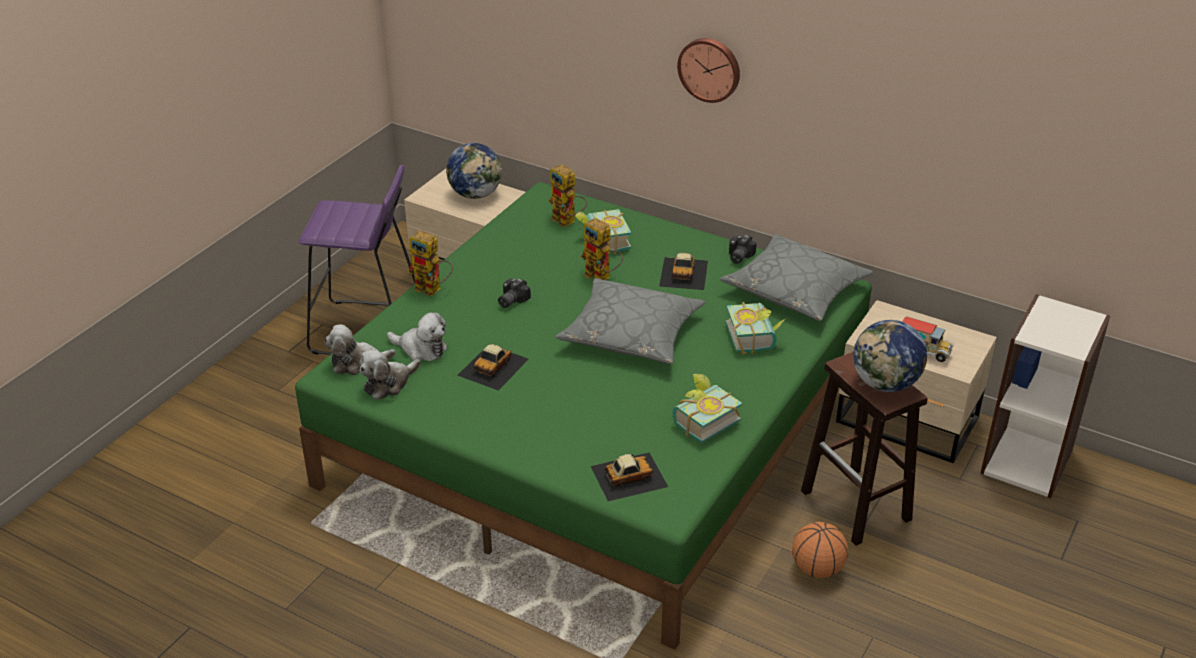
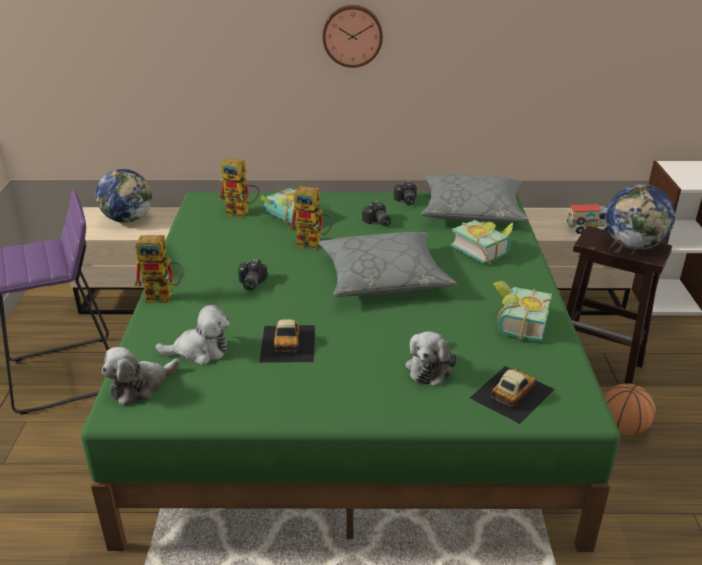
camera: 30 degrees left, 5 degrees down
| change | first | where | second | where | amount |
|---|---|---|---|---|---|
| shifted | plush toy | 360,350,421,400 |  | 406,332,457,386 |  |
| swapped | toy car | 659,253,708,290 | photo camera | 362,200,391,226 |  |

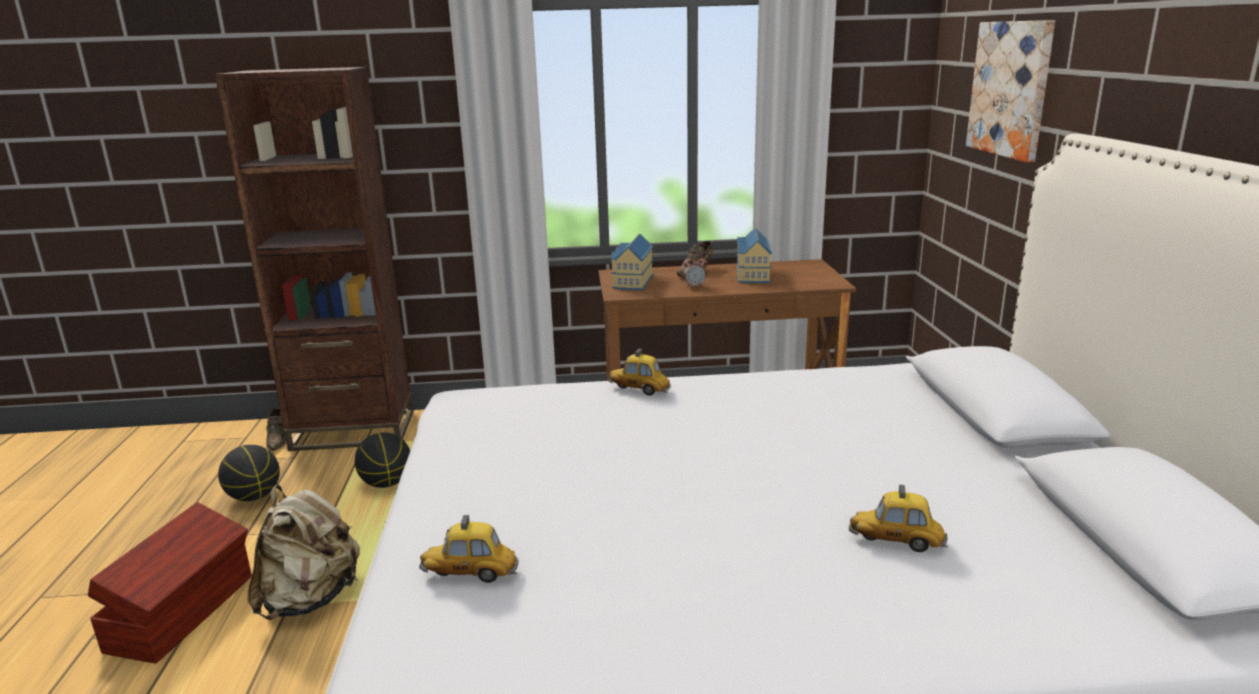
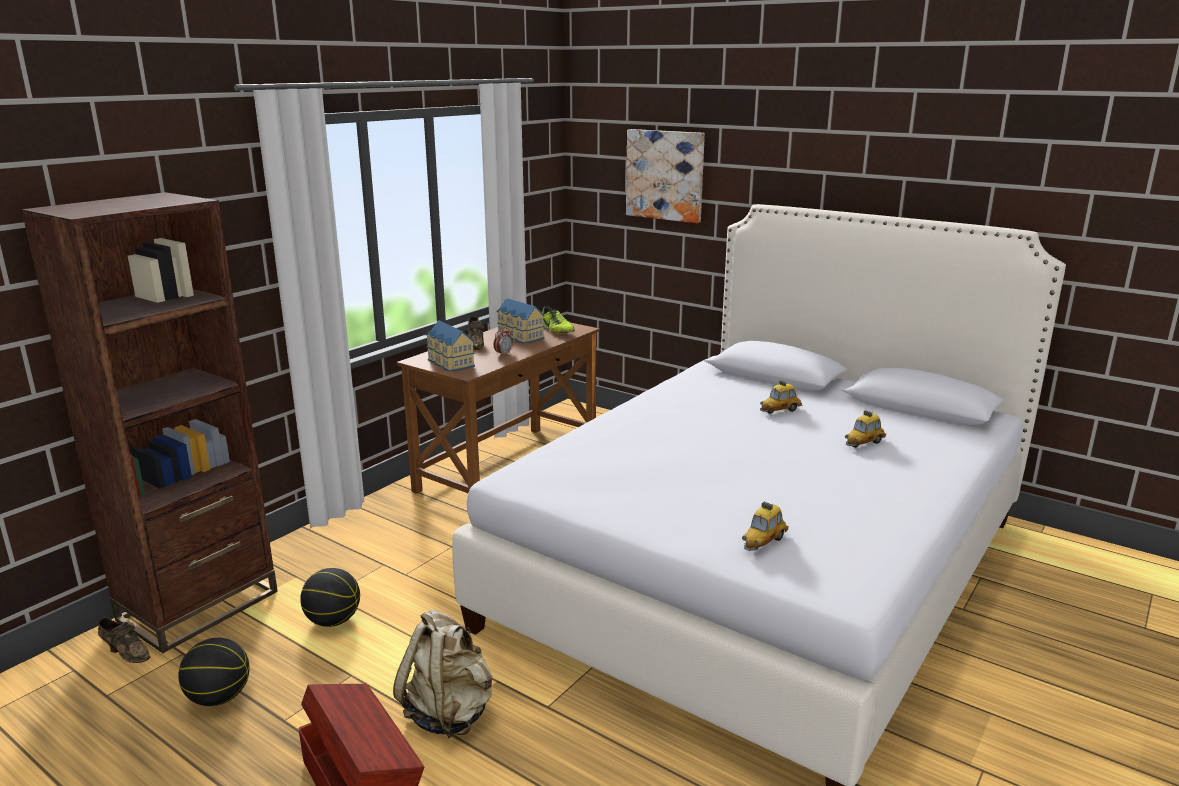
camera: 50 degrees left, 0 degrees up
| change | first | where | second | where | amount |
|---|---|---|---|---|---|
| new |  |  | shoe | 542,306,575,334 |  |
| shifted | toy car | 608,349,671,396 |  | 760,380,802,414 |  |

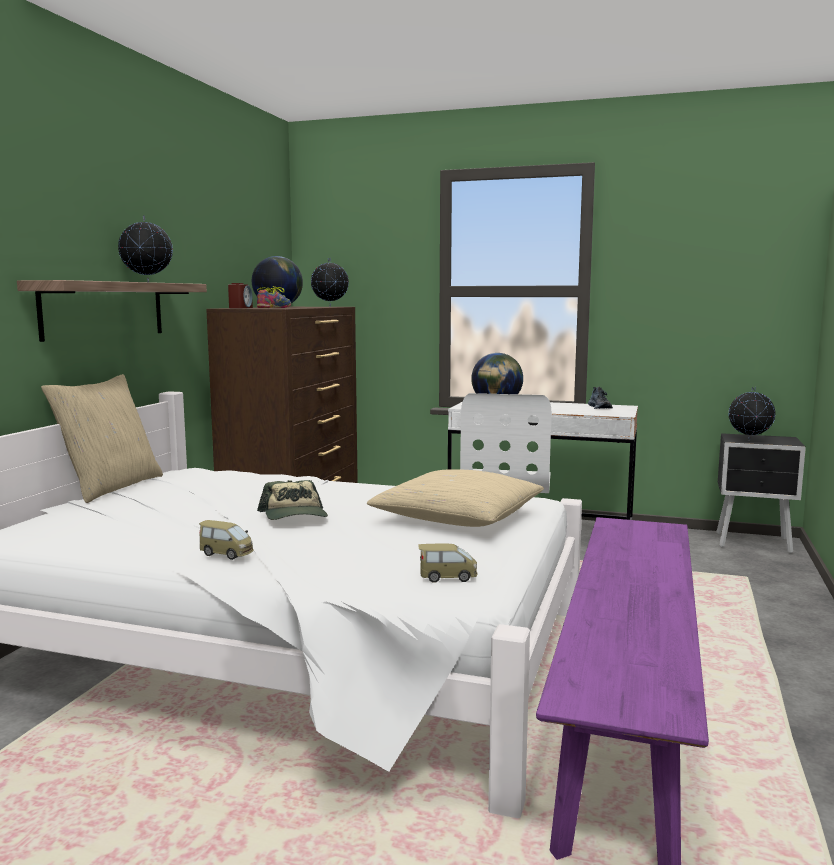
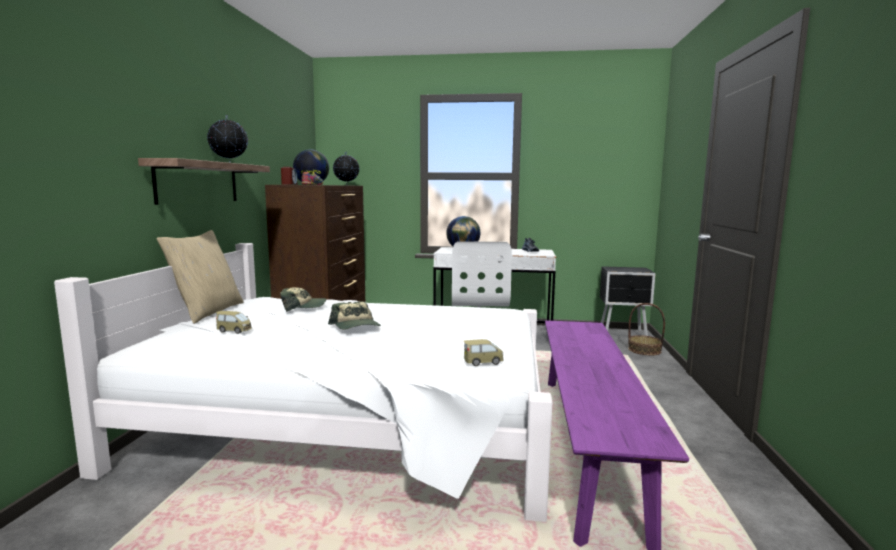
camera: 10 degrees left, 0 degrees up
| change | first | where | second | where | amount |
|---|---|---|---|---|---|
| gone | pillow/beige | 366,469,544,527 |  |  |  |
| gone | globe | 729,387,776,441 |  |  |  |
| new |  |  | cap | 280,287,326,312 |  |
| new |  |  | basket | 628,303,665,355 |  |
| shifted | toy car | 199,520,254,560 |  | 216,311,252,334 |  |

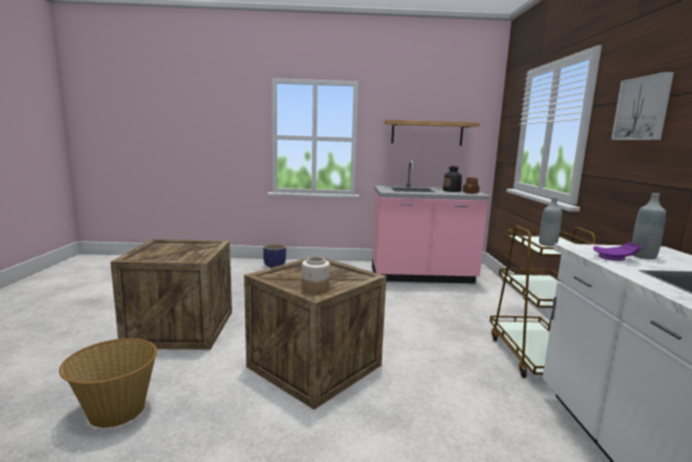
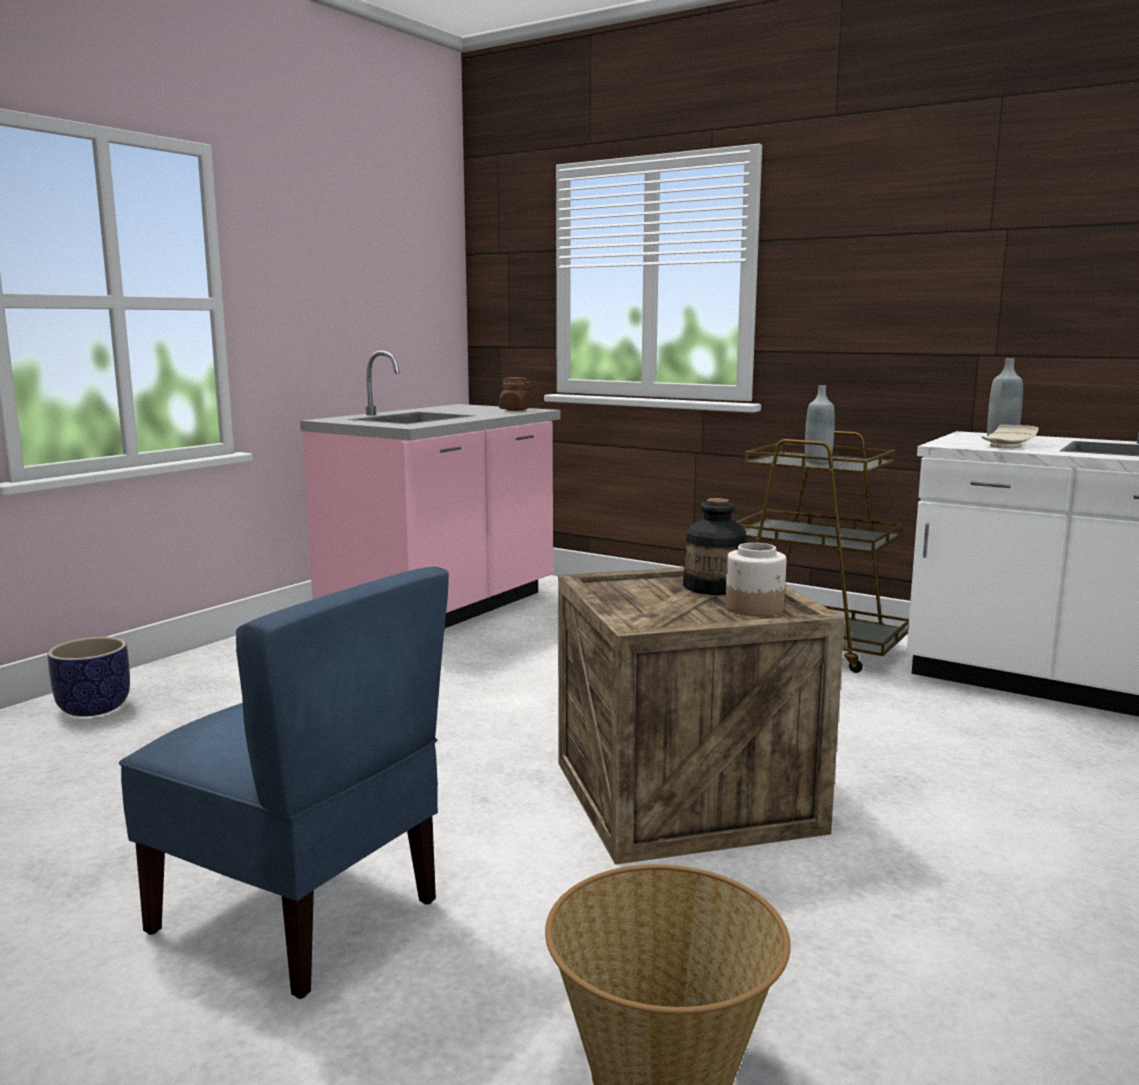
camera: 55 degrees left, 0 degrees up
| change | first | where | second | where | amount |
|---|---|---|---|---|---|
| gone | shelf | 384,120,480,146 |  |  |  |
| gone | picture | 611,72,674,140 |  |  |  |
| shifted | bottle | 443,166,462,192 |  | 683,498,746,595 |  |
| swapped | crate | 110,239,232,350 | chair/blue | 119,567,449,999 |  |
| repainted | plate/purple | 593,242,641,261 | plate/beige | 981,425,1038,449 |  |

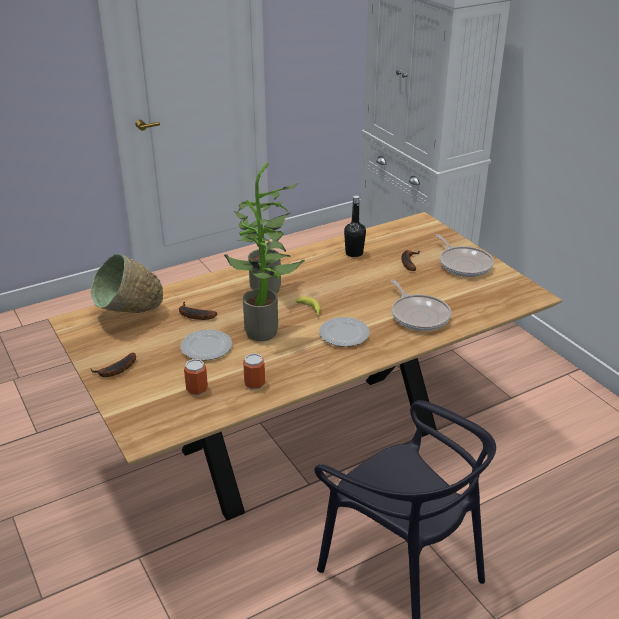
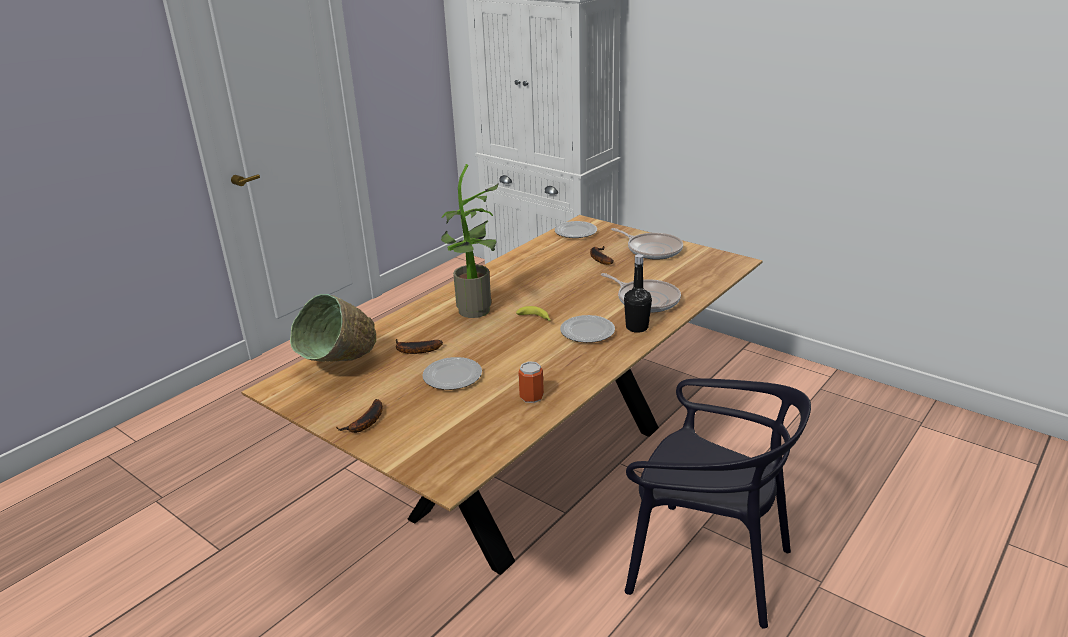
camera: 20 degrees left, 5 degrees down
| change | first | where | second | where | amount |
|---|---|---|---|---|---|
| gone | can | 184,359,208,396 |  |  |  |
| gone | potted plant | 224,200,305,341 |  |  |  |
| new |  |  | plate | 554,221,597,238 |  |
| shifted | bottle/black | 344,196,366,257 |  | 624,254,652,333 |  |

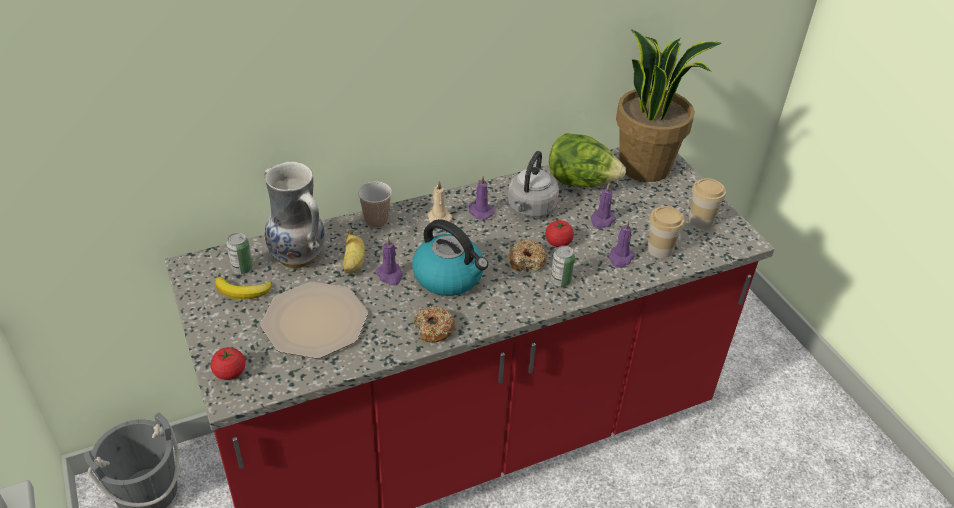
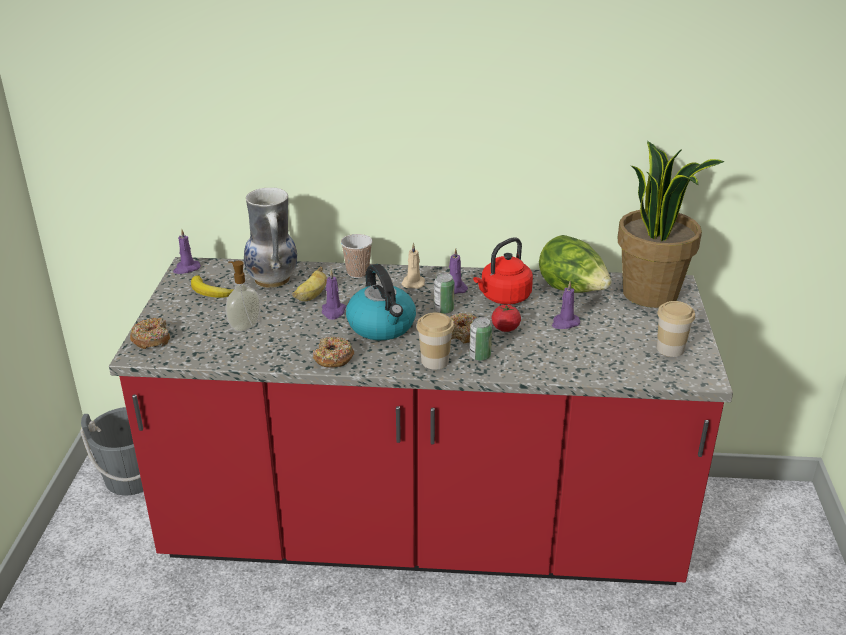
camera: 30 degrees right, 10 degrees down
| change | first | where | second | where | amount |
|---|---|---|---|---|---|
| shifted | can | 226,233,253,274 |  | 434,273,455,314 |  |
| shifted | candle/purple | 609,221,635,268 |  | 173,229,201,274 |  |
| shifted | cup | 647,206,684,258 |  | 417,312,454,369 |  |
| swapped | tomato | 210,347,246,380 | donut | 130,318,170,349 |  |
| swapped | plate | 261,282,368,359 | soap dispenser | 225,261,261,332 |  |
| repainted | kettle/grey | 508,151,559,217 | kettle/red | 473,237,533,305 |  |

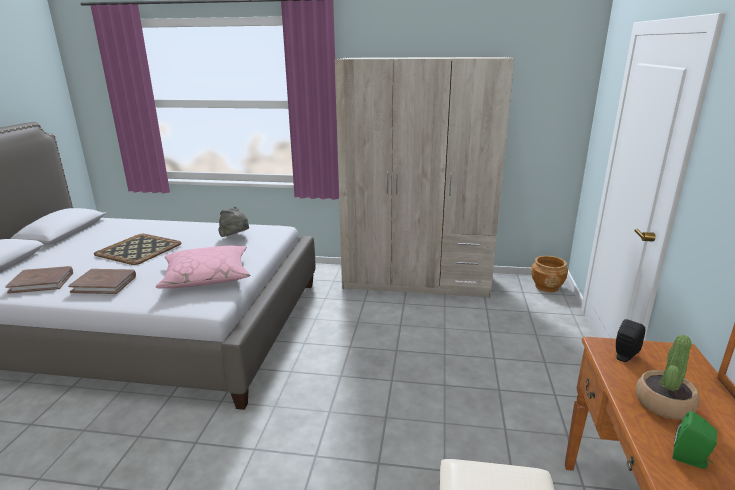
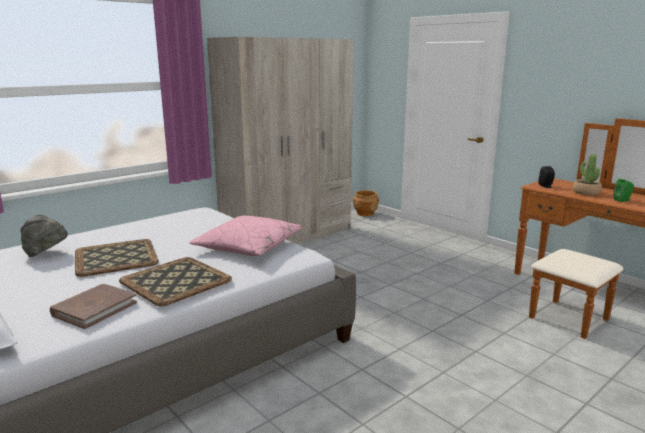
camera: 50 degrees left, 5 degrees down
| change | first | where | second | where | amount |
|---|---|---|---|---|---|
| shifted | hat/grey | 218,207,249,237 |  | 20,215,68,257 |  |
| swapped | book/brown | 68,269,136,294 | tray | 119,257,232,306 |  |

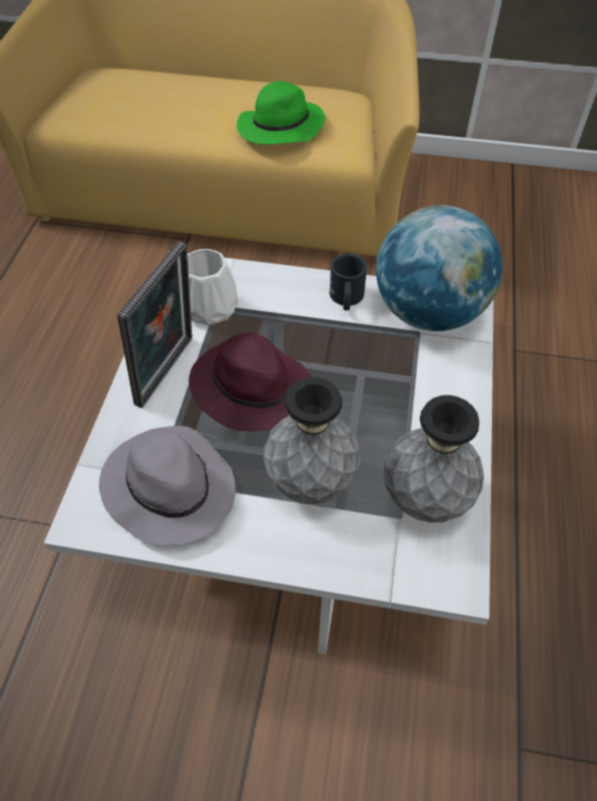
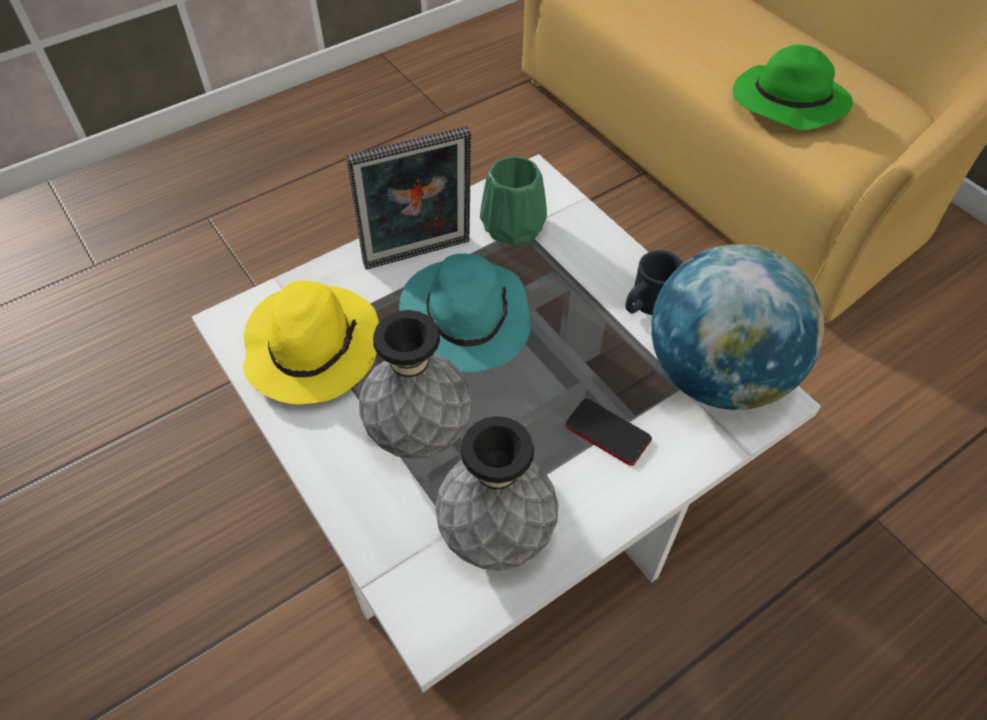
camera: 45 degrees right, 0 degrees up
| change | first | where | second | where | amount |
|---|---|---|---|---|---|
| new |  |  | phone | 565,399,652,466 |  |
| repainted | hat/grey | 99,426,236,545 | hat/yellow | 243,280,379,405 |  |
| repainted | vase/white | 188,249,238,325 | vase/green | 480,156,547,246 |  |
| repainted | hat/purple | 189,333,311,432 | hat/turquoise | 399,254,531,372 |  |

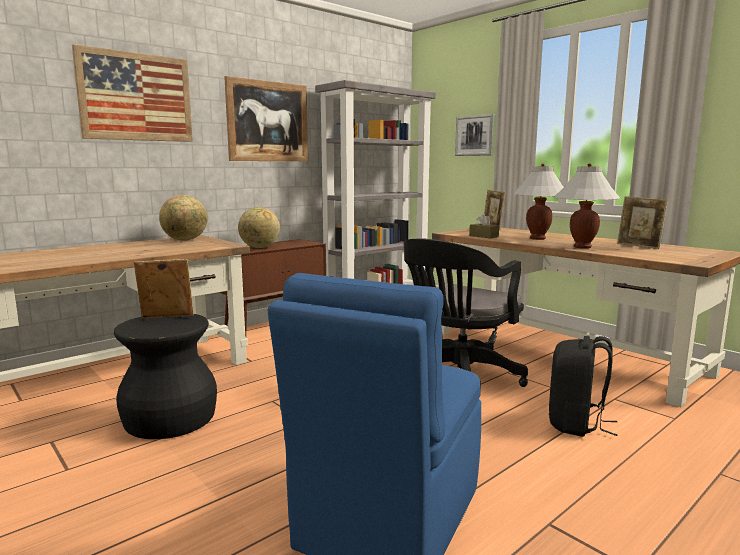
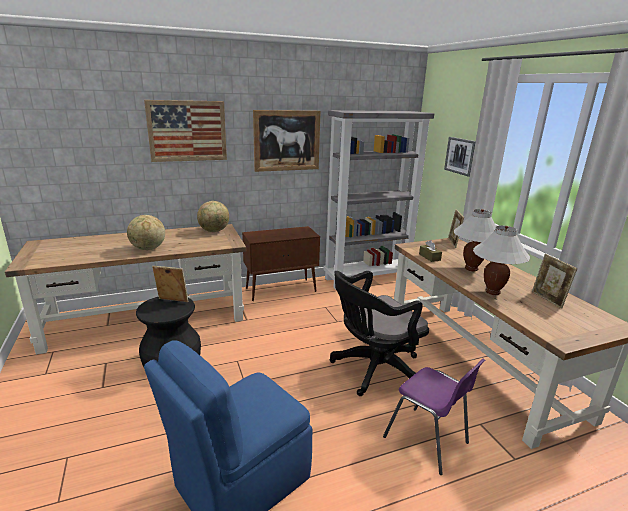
camera: 20 degrees right, 10 degrees up
| change | first | where | second | where | amount |
|---|---|---|---|---|---|
| shifted | globe | 238,207,280,248 |  | 127,215,165,250 |  |
| swapped | backpack/black | 549,336,618,437 | chair/purple | 383,359,486,475 |  |

